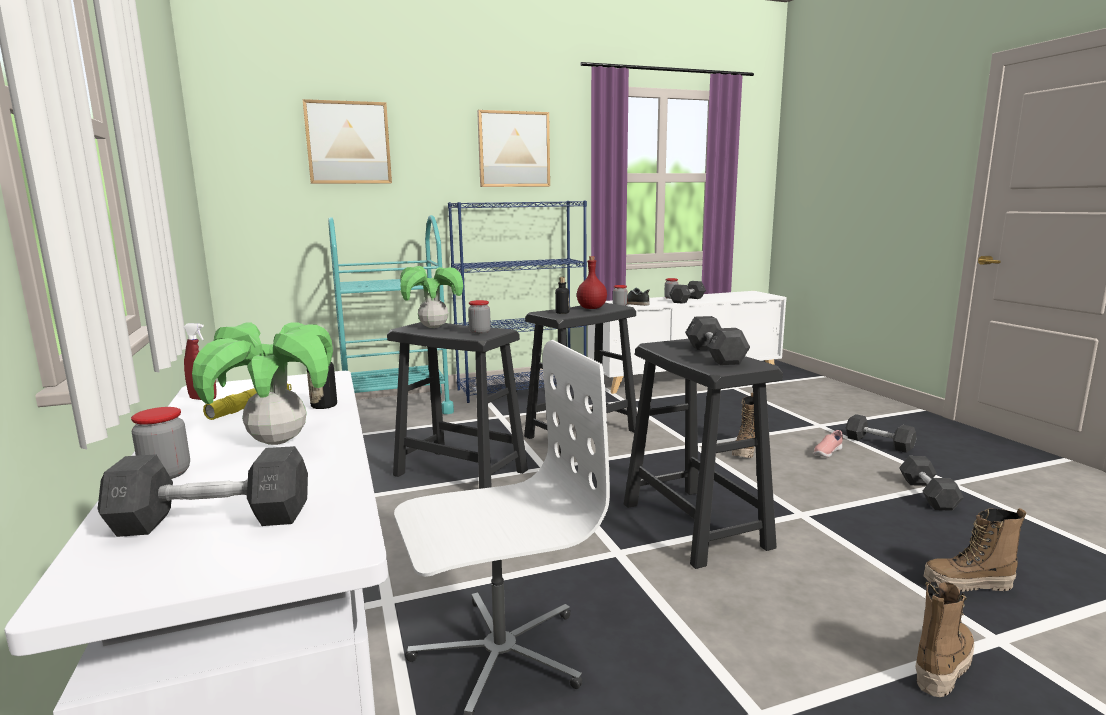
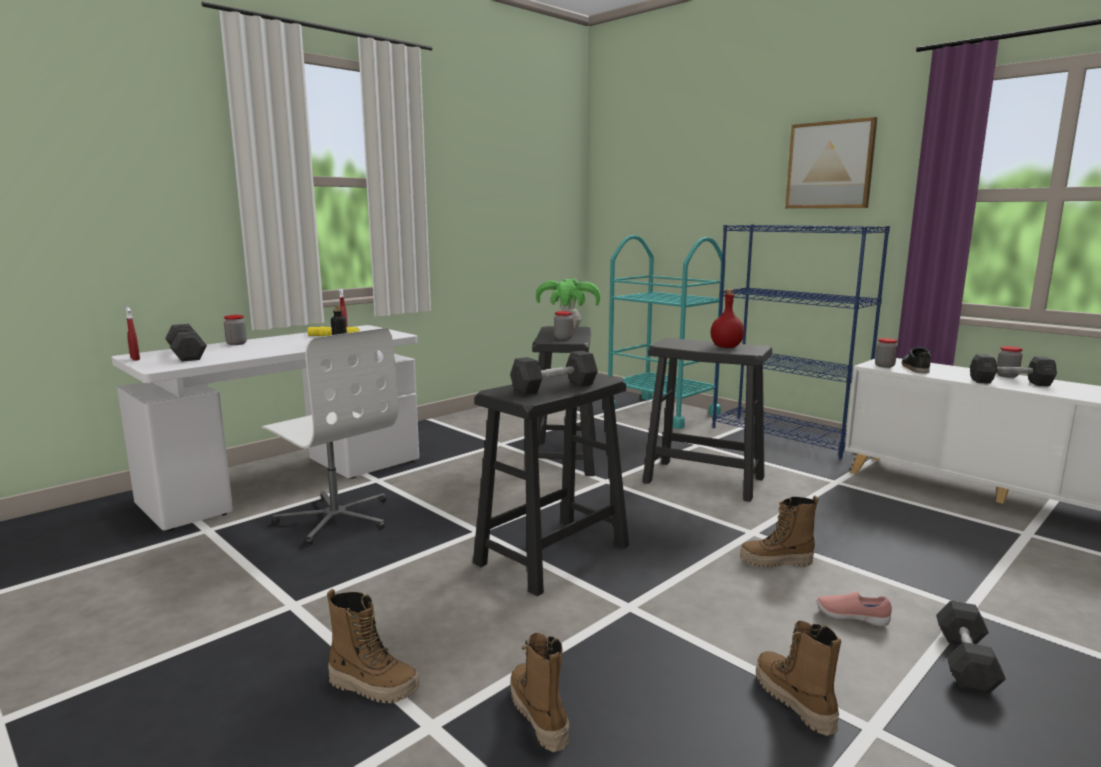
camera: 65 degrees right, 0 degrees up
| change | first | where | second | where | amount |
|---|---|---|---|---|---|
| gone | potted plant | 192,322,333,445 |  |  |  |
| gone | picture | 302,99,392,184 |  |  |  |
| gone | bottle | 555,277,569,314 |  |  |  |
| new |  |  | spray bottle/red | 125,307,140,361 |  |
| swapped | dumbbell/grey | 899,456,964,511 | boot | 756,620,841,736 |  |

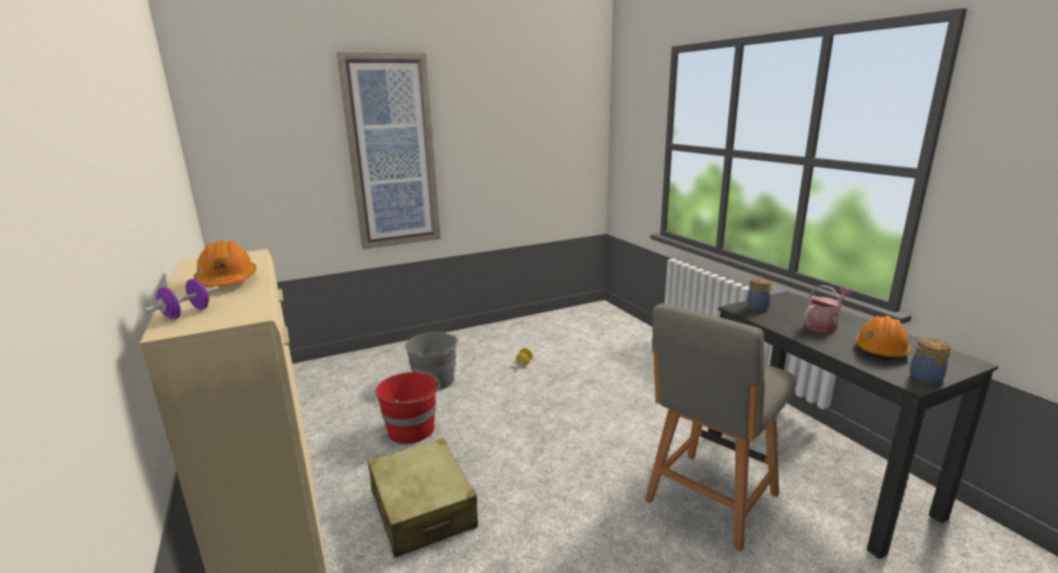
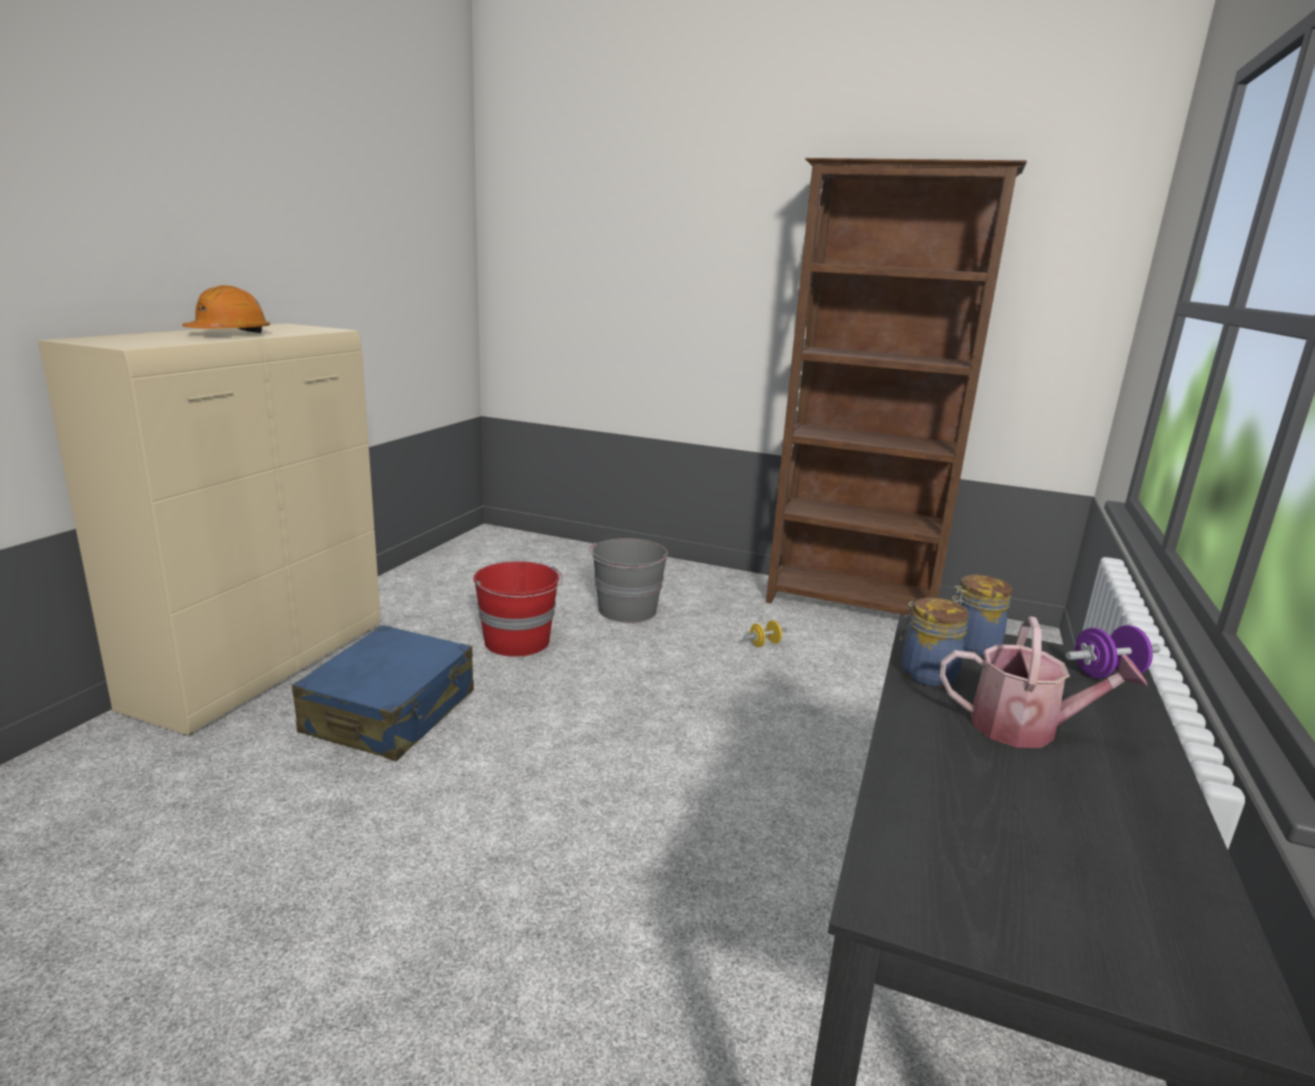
camera: 45 degrees right, 0 degrees up
| change | first | where | second | where | amount |
|---|---|---|---|---|---|
| gone | picture | 337,52,441,249 |  |  |  |
| gone | chair/grey | 645,303,796,551 |  |  |  |
| gone | hard hat/orange | 855,316,911,360 |  |  |  |
| new |  |  | bookcase/brown | 766,158,1027,615 |  |
| shifted | dumbbell/purple | 144,279,219,319 |  | 1065,625,1161,679 |  |
| shifted | jar | 910,338,951,384 |  | 900,598,969,687 |  |
| repainted | suitcase/beige | 368,438,478,558 | suitcase/blue | 292,625,474,761 |  |

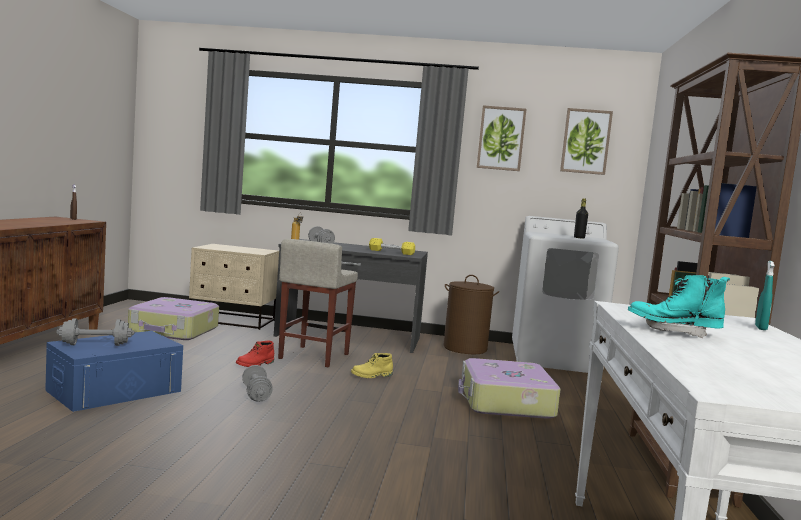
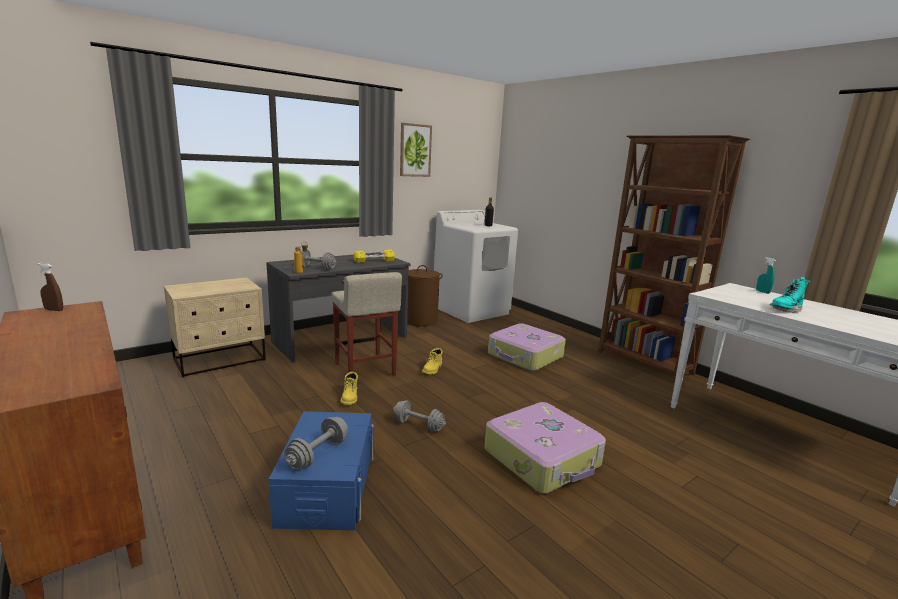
camera: 45 degrees left, 10 degrees up
| change | first | where | second | where | amount |
|---|---|---|---|---|---|
| gone | picture | 560,108,613,175 |  |  |  |
| shifted | suitcase | 128,297,219,340 |  | 484,402,606,494 |  |
| repainted | boot/red | 236,341,274,367 | boot/yellow | 341,372,358,405 |  |

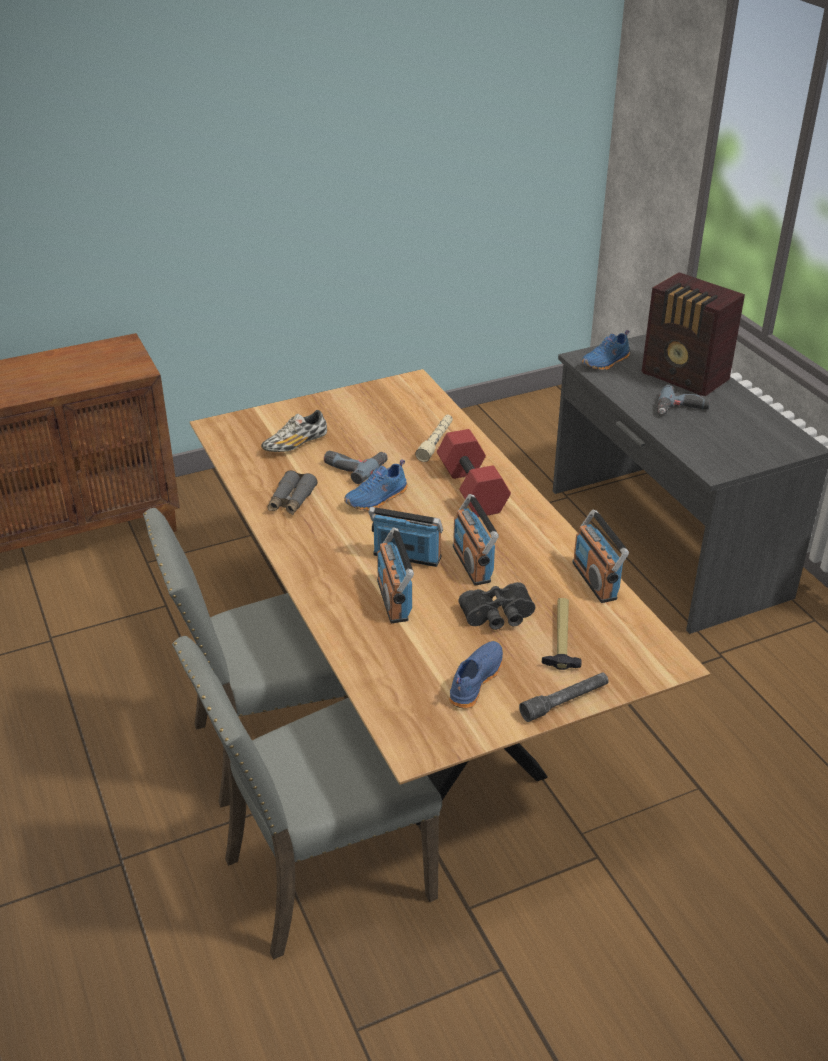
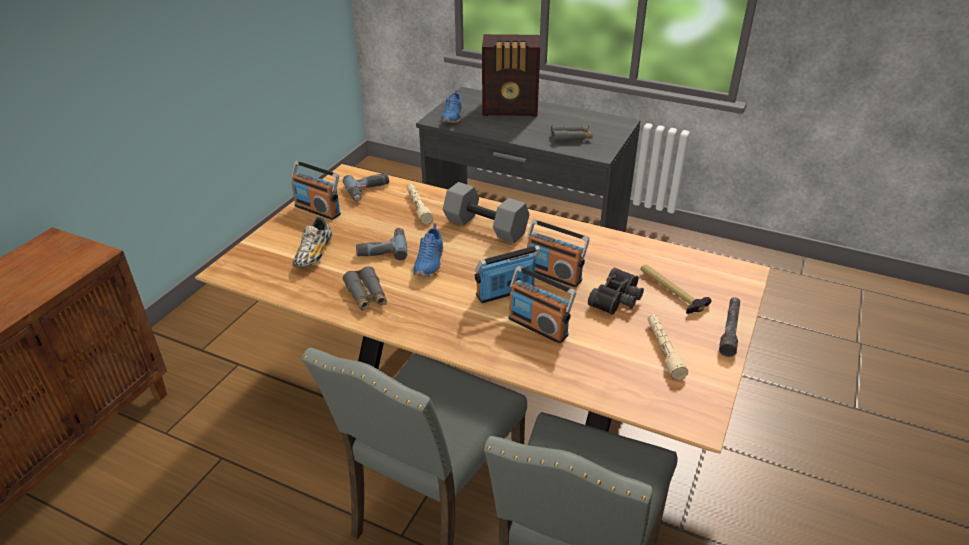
camera: 40 degrees left, 0 degrees up
| change | first | where | second | where | amount |
|---|---|---|---|---|---|
| new |  |  | binoculars/grey | 551,125,592,142 |  |
| shifted | radio | 572,510,629,603 |  | 291,161,341,220 |  |
| shifted | power drill | 657,385,711,415 |  | 343,173,389,201 |  |
| swapped | shoe/blue | 449,641,503,709 | flashlight/beige | 648,314,688,380 |  |
| repainted | dumbbell/red | 437,429,511,517 | dumbbell/grey | 443,182,530,243 |  |

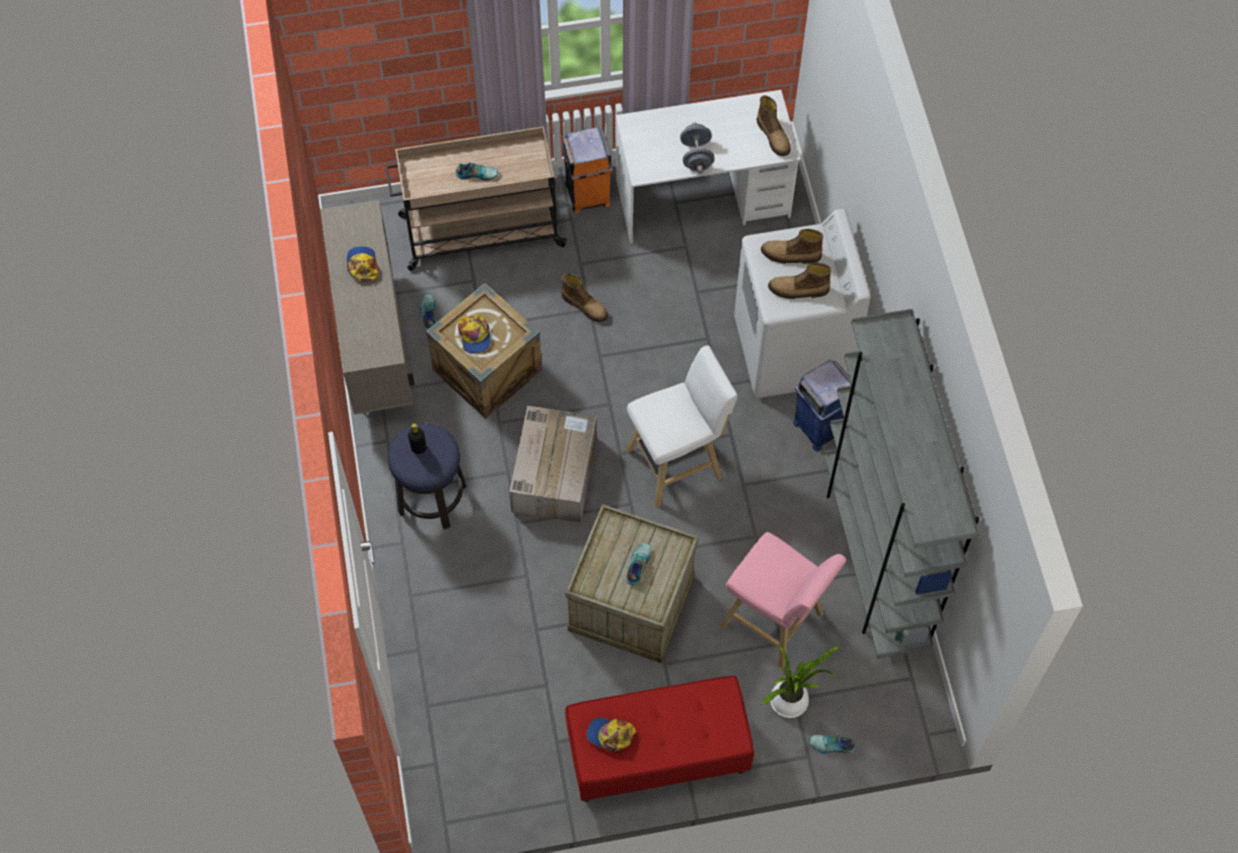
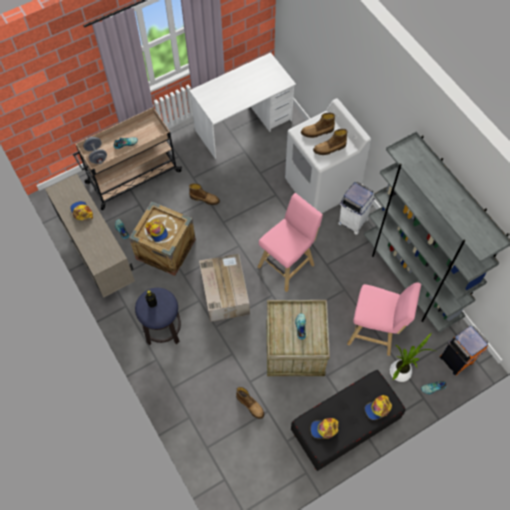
camera: 20 degrees left, 0 degrees up
| change | first | where | second | where | amount |
|---|---|---|---|---|---|
| new |  |  | cap | 365,395,392,420 |  |
| shifted | trash can/orange | 561,127,613,213 |  | 440,326,488,375 |  |
| shifted | dumbbell/grey | 680,122,715,173 |  | 83,137,107,164 |  |
| shifted | boot | 756,95,791,156 |  | 236,387,264,419 |  |
| repainted | bench/red | 565,676,754,802 | bench/black | 291,370,406,471 |  |
| repainted | stool/white | 625,346,737,507 | stool/pink | 258,193,323,292 |  |
| repainted | trash can/blue | 793,360,852,452 | trash can/white | 338,182,375,235 |  |

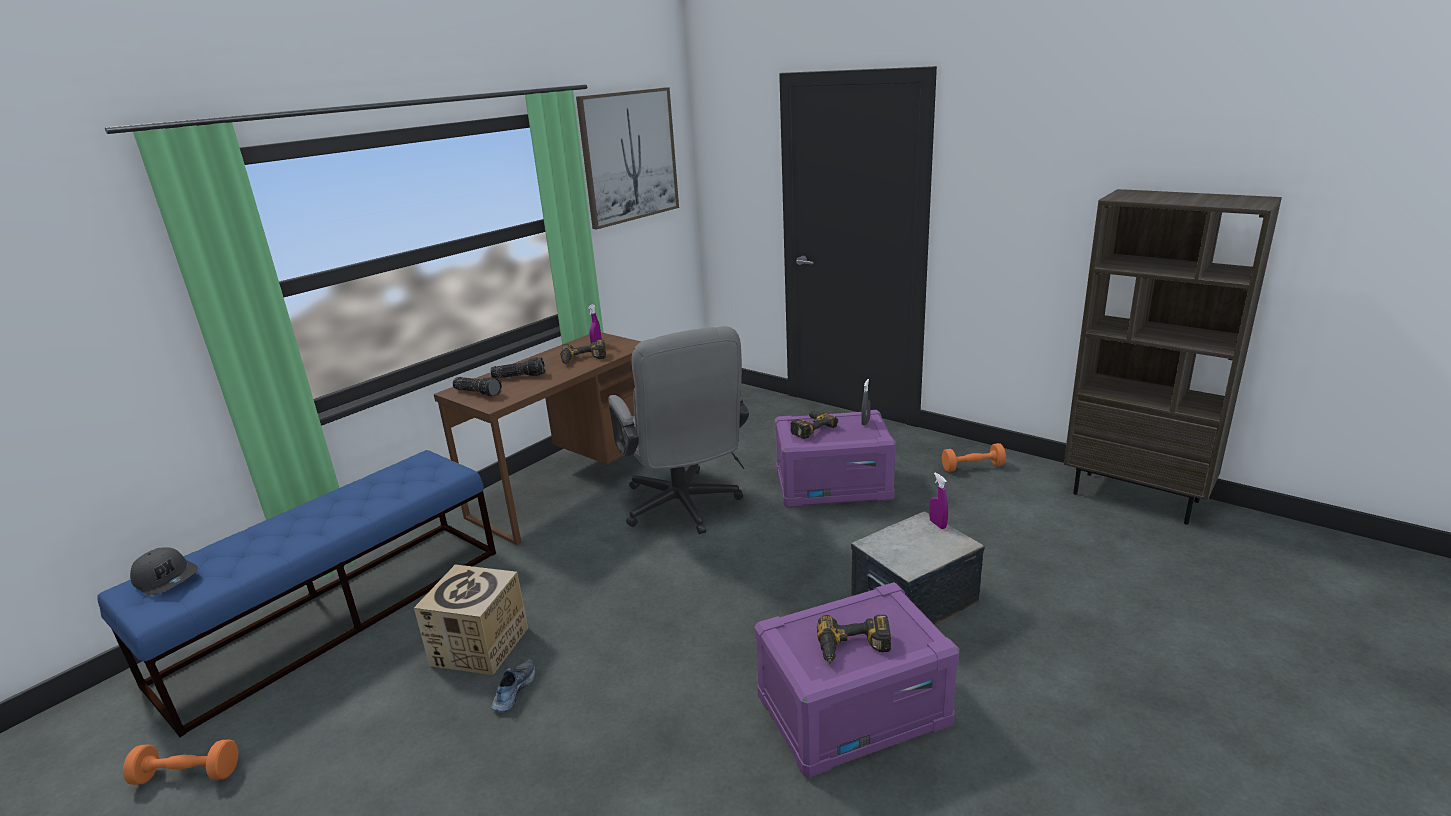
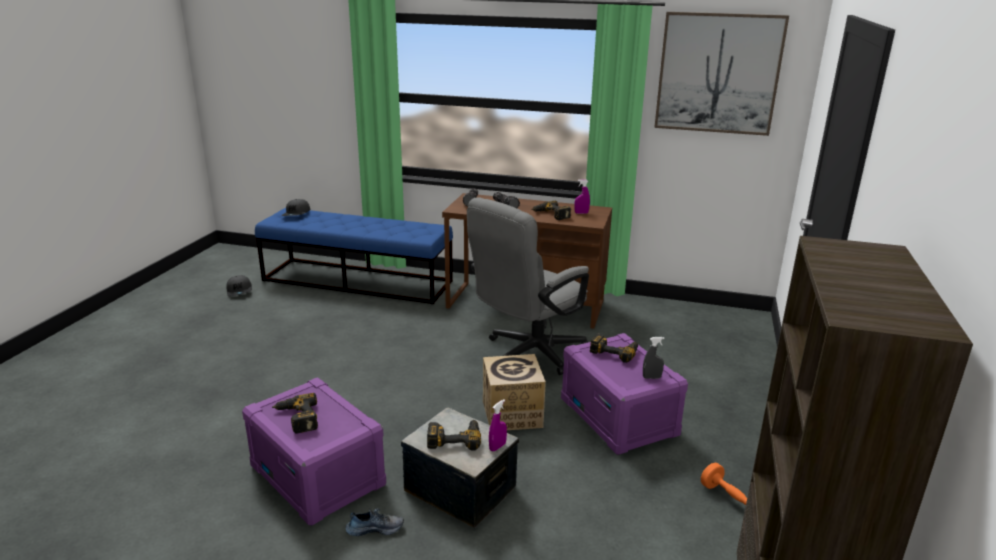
camera: 65 degrees right, 0 degrees up
| change | first | where | second | where | amount |
|---|---|---|---|---|---|
| new |  |  | power drill | 427,420,481,451 |  |
| shifted | cardboard box | 414,564,528,675 |  | 483,354,546,430 |  |
| shifted | shoe | 491,659,536,712 |  | 346,509,404,536 |  |
| swapped | dumbbell/orange | 123,739,238,785 | cap/grey | 226,275,252,296 |  |

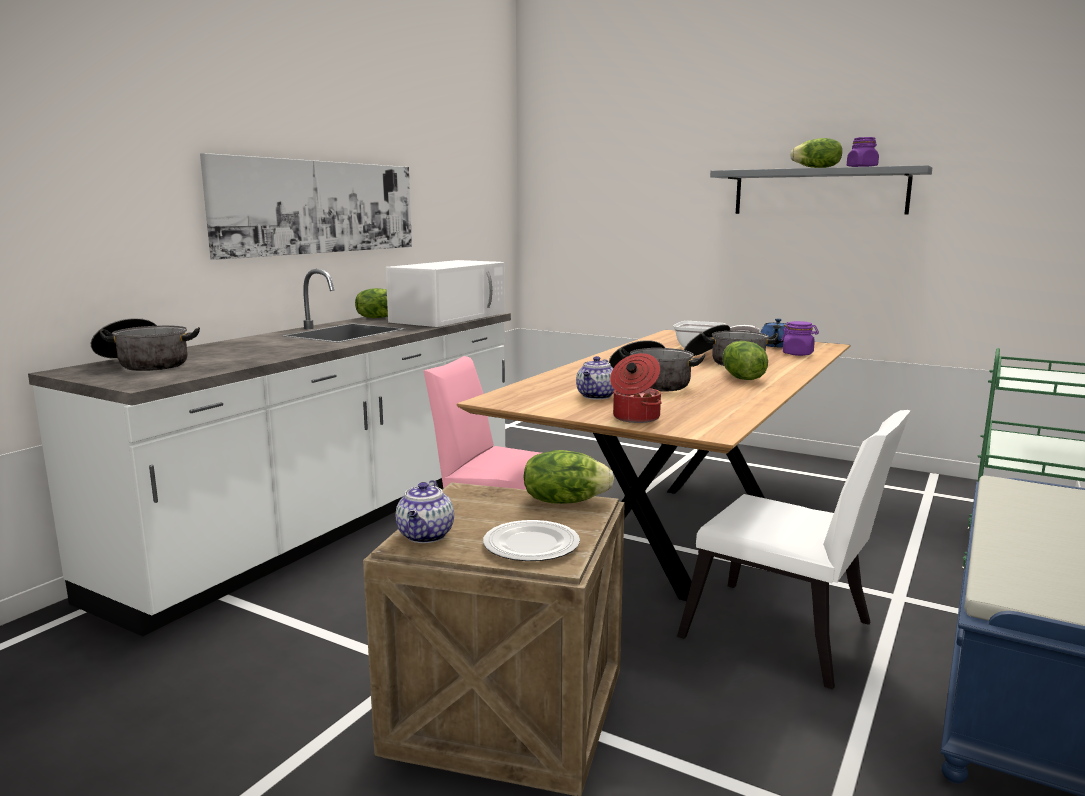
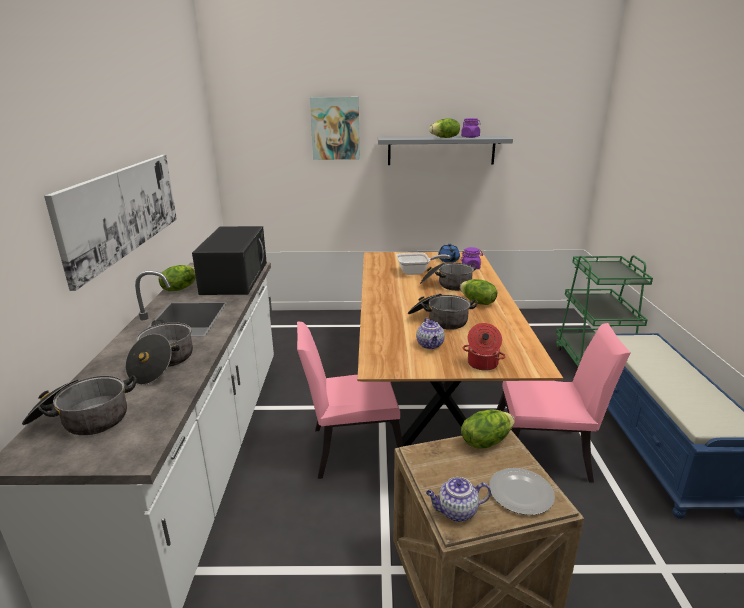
camera: 30 degrees left, 10 degrees up
| change | first | where | second | where | amount |
|---|---|---|---|---|---|
| new |  |  | cooking pot | 125,319,193,385 |  |
| new |  |  | picture | 310,97,360,160 |  |
| repainted | microwave/white | 386,260,505,327 | microwave/black | 192,226,267,295 |  |
| repainted | chair/white | 677,410,911,690 | chair/pink | 496,323,631,483 |  |
| rotated | teapot | 396,480,454,543 |  | 426,477,491,522 | 105 degrees clockwise |

